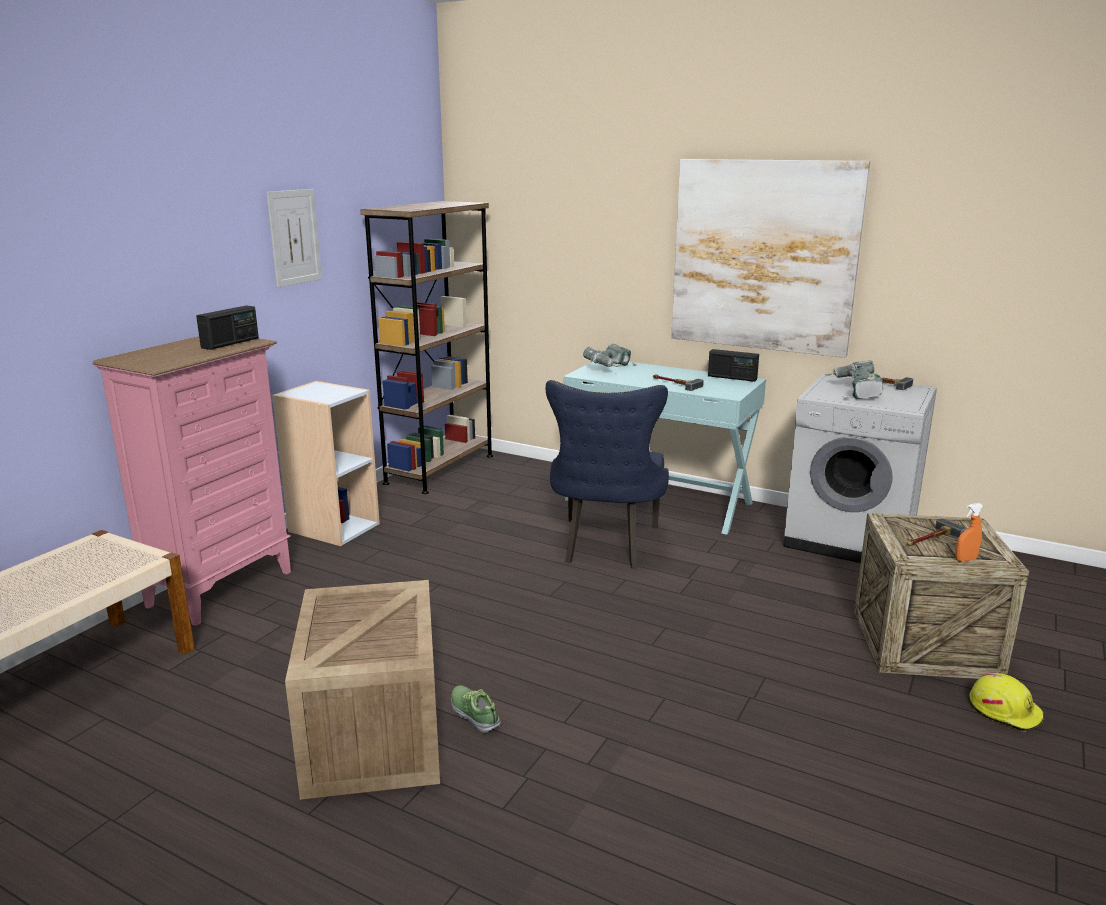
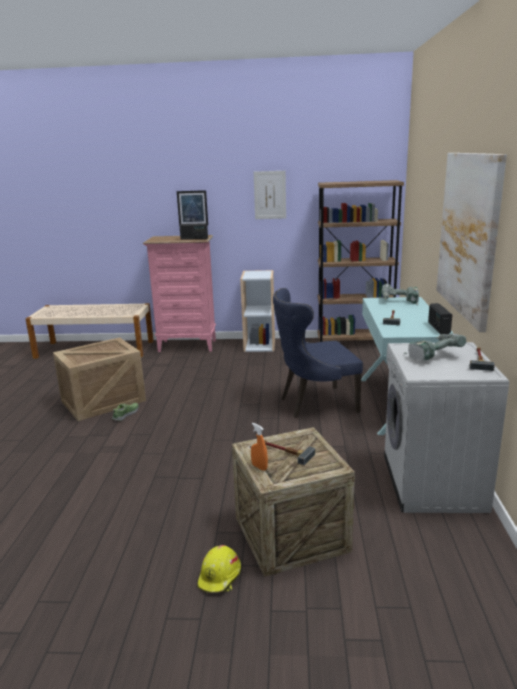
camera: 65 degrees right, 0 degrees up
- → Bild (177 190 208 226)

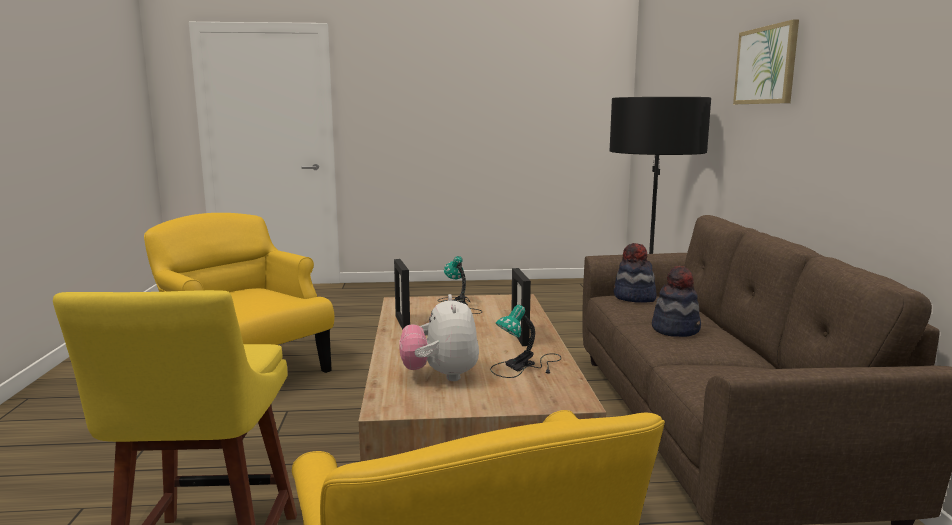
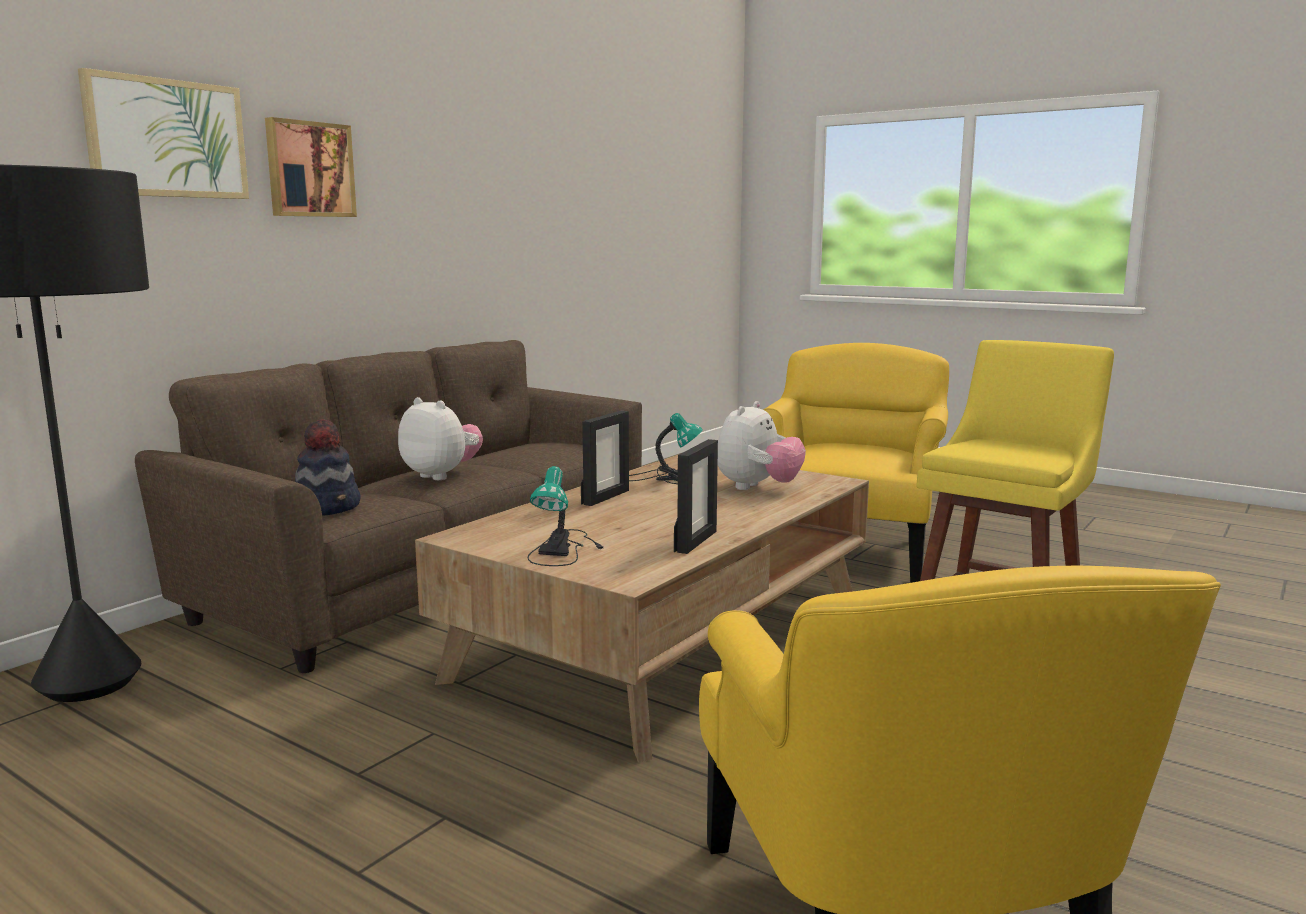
camera: 140 degrees left, 0 degrees up
Hut (652 266 701 337) → Plüschtier (398 397 483 480)
- → Bild (265 117 357 217)

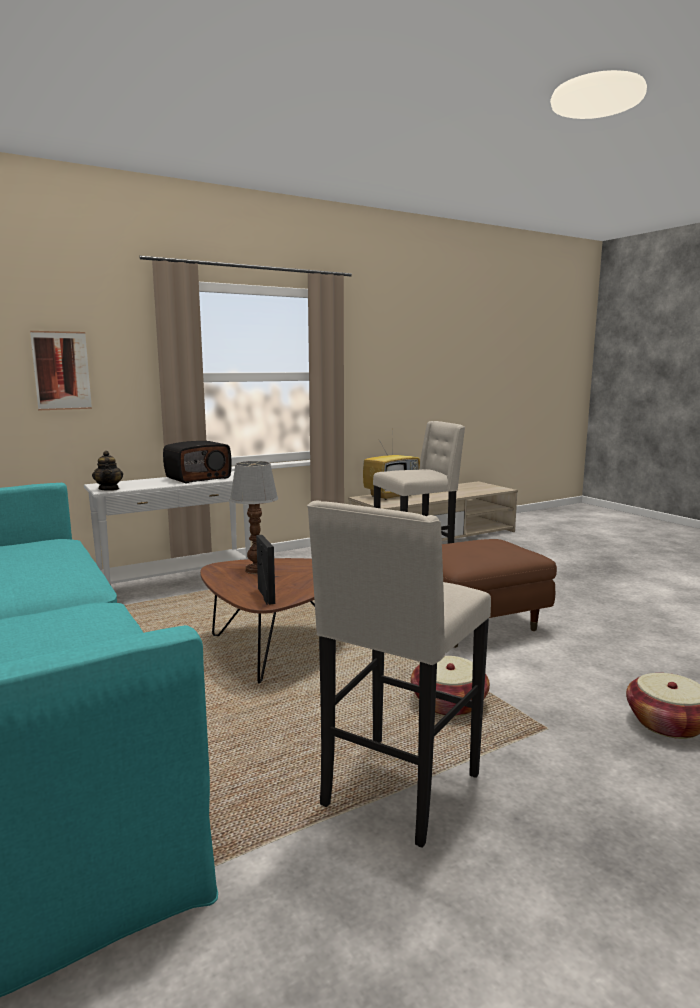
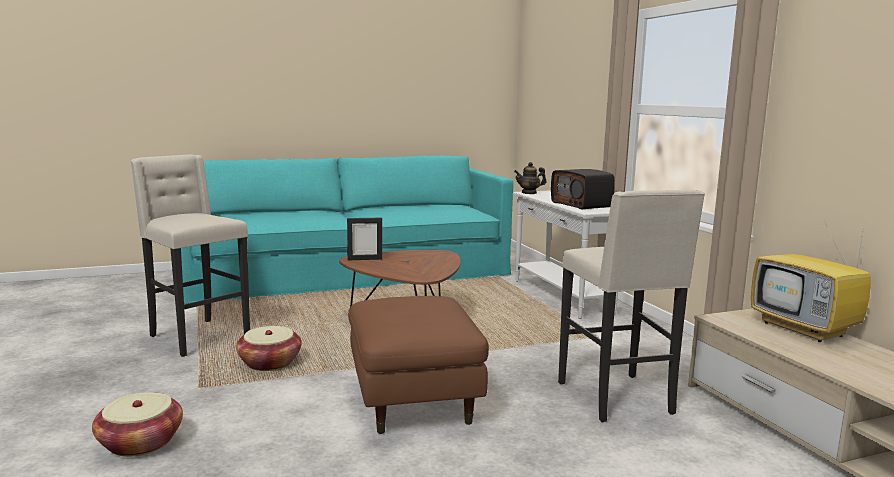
camera: 100 degrees right, 0 degrees up
Bild (30 331 92 410) → -
Tischlampe (230 461 278 574) → -

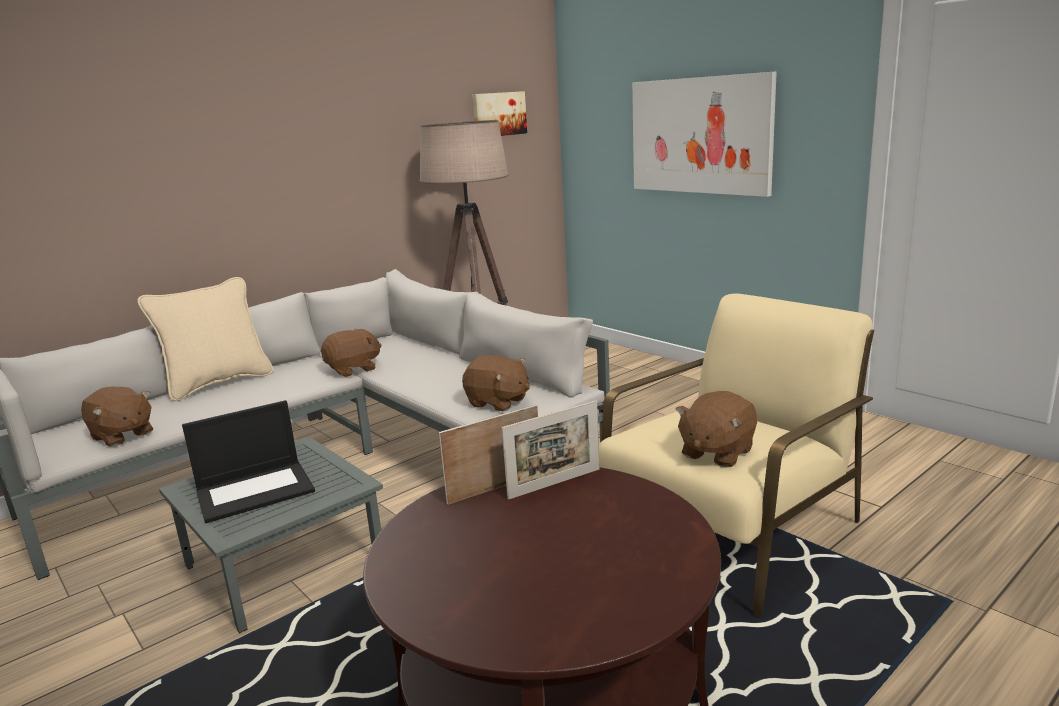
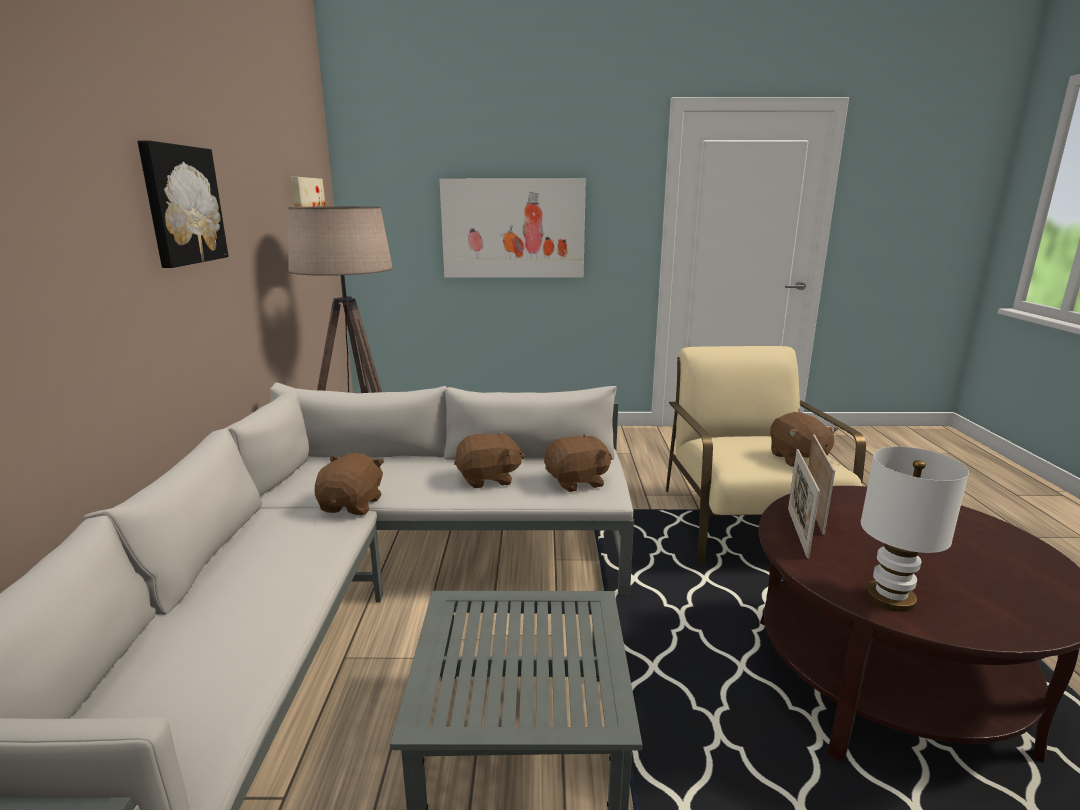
camera: 50 degrees left, 0 degrees up
Plüschtier (braun) (81 387 153 447) → Plüschtier (braun) (454 431 525 488), relocated
Kissen (beige) (137 277 273 401) → -
Laptop (182 400 315 523) → -
- → Bild (137 140 229 268)
- → Tischlampe (weiß) (861 447 969 612)

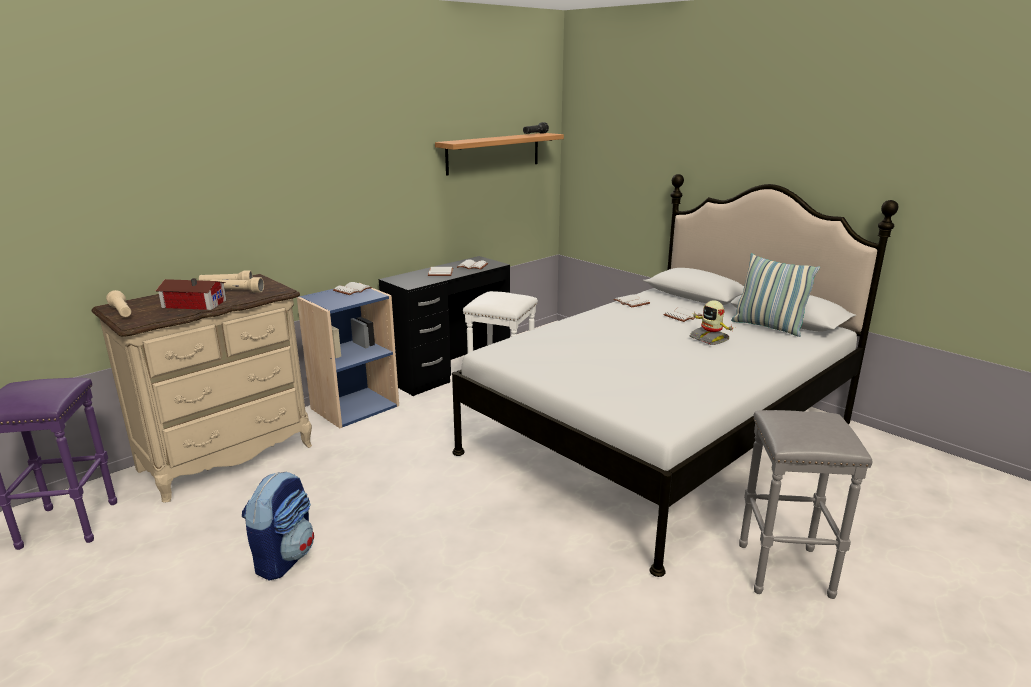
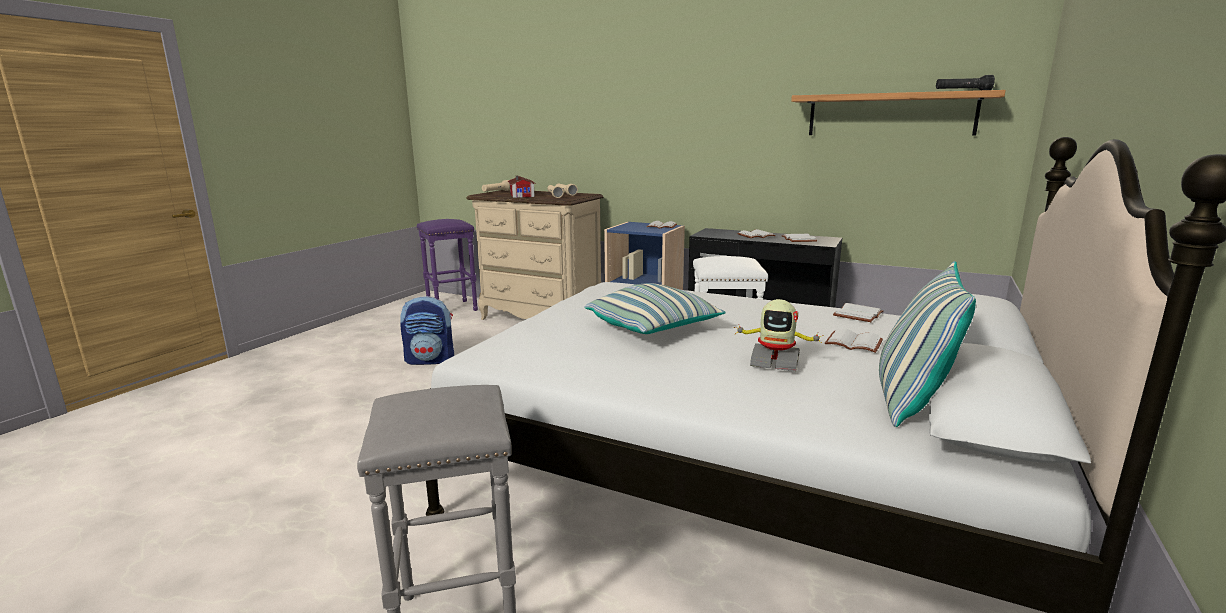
camera: 70 degrees right, 5 degrees down
Spielzeugroboter (690 300 733 345) → Spielzeugroboter (733 299 823 372), 105 degrees counterclockwise
- → Kissen (584 283 726 334)

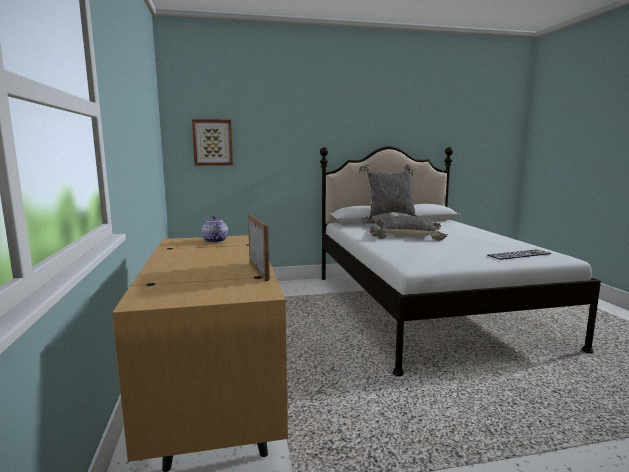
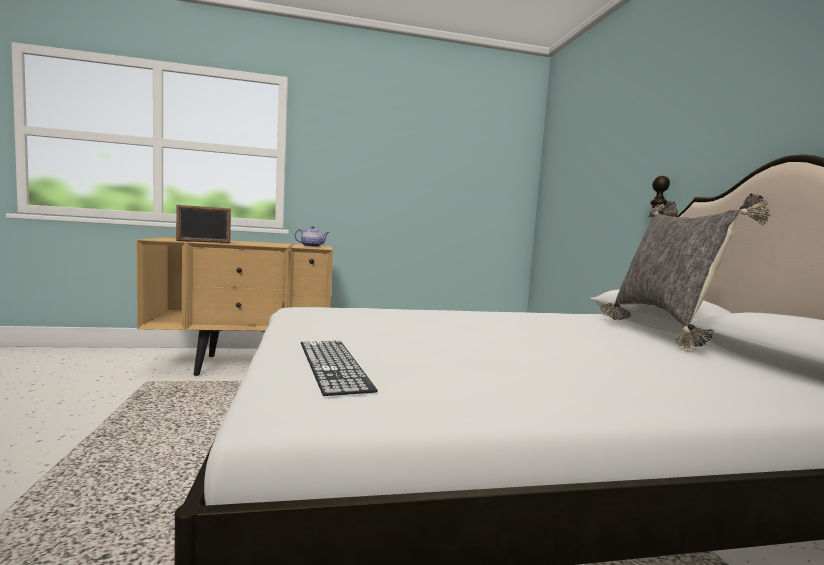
camera: 90 degrees right, 5 degrees down
Bild (192 119 233 166) → -
Kissen (370 216 447 241) → -

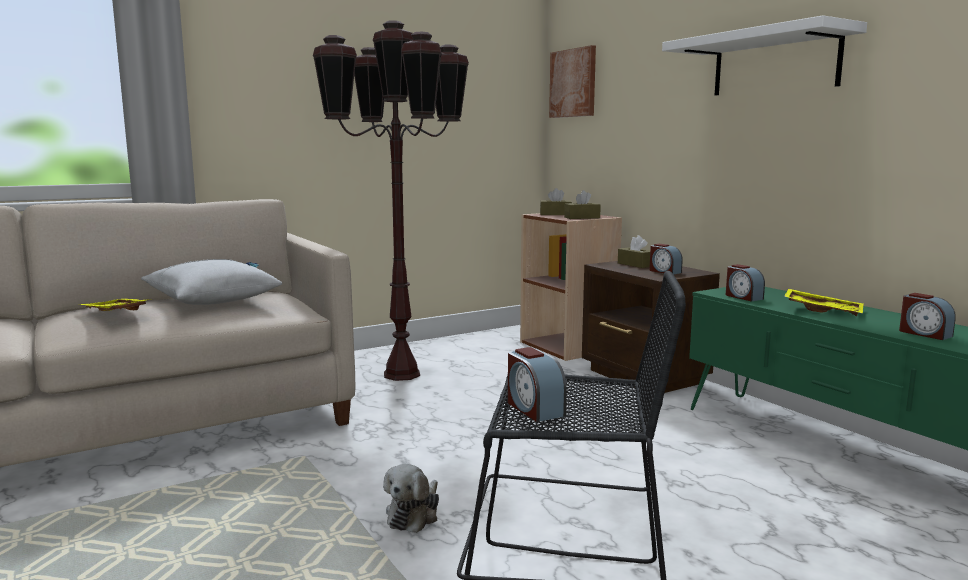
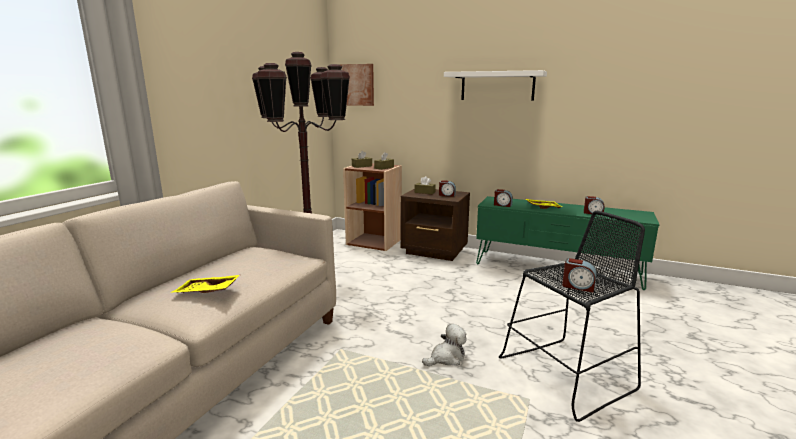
camera: 35 degrees left, 5 degrees up
Kissen (grau) (141 259 282 305) → -
Plüschtier (383 464 439 533) → Plüschtier (422 324 467 366), 105 degrees counterclockwise

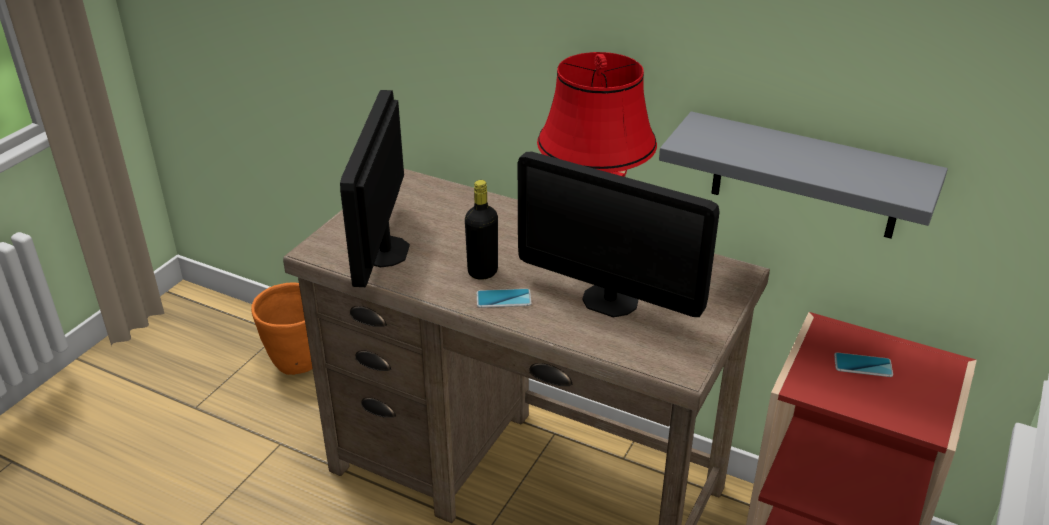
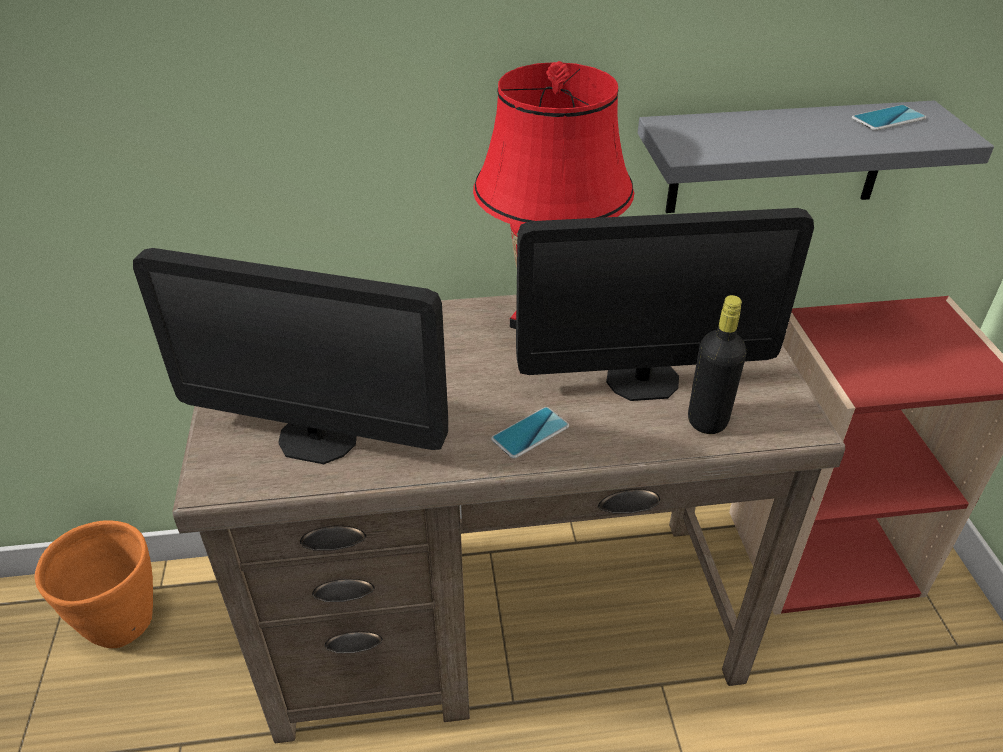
camera: 35 degrees left, 5 degrees up
Monitor (340 90 410 287) → Monitor (133 248 448 464), 45 degrees counterclockwise
Flasche (schwarz) (465 180 498 280) → Flasche (schwarz) (688 295 746 434), relocated
Handy (834 352 893 377) → Handy (852 105 926 131), relocated

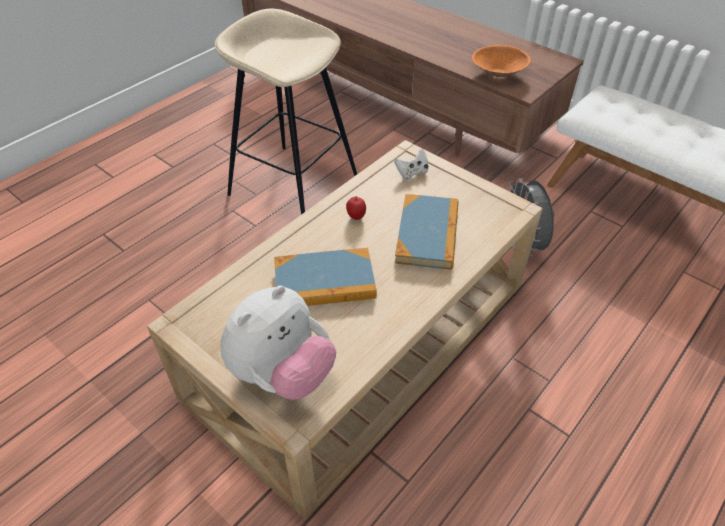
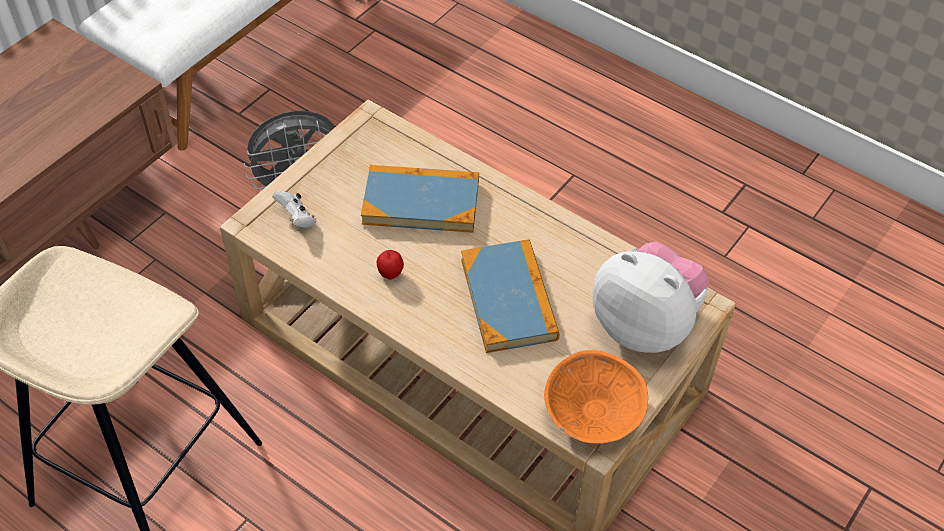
camera: 95 degrees left, 5 degrees up
Schüssel (orange) (472 45 531 77) → Schüssel (orange) (544 350 648 444), relocated

